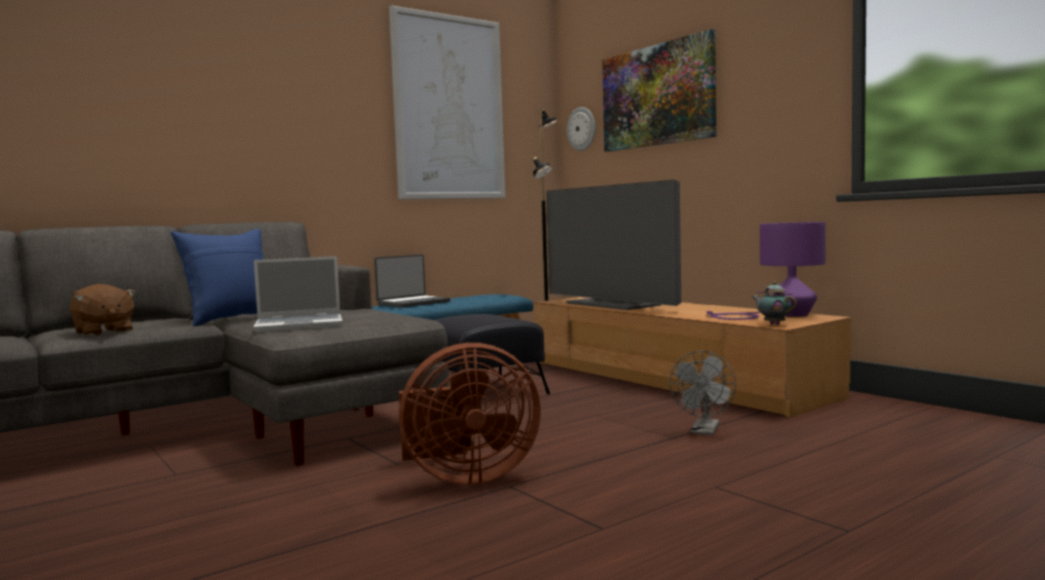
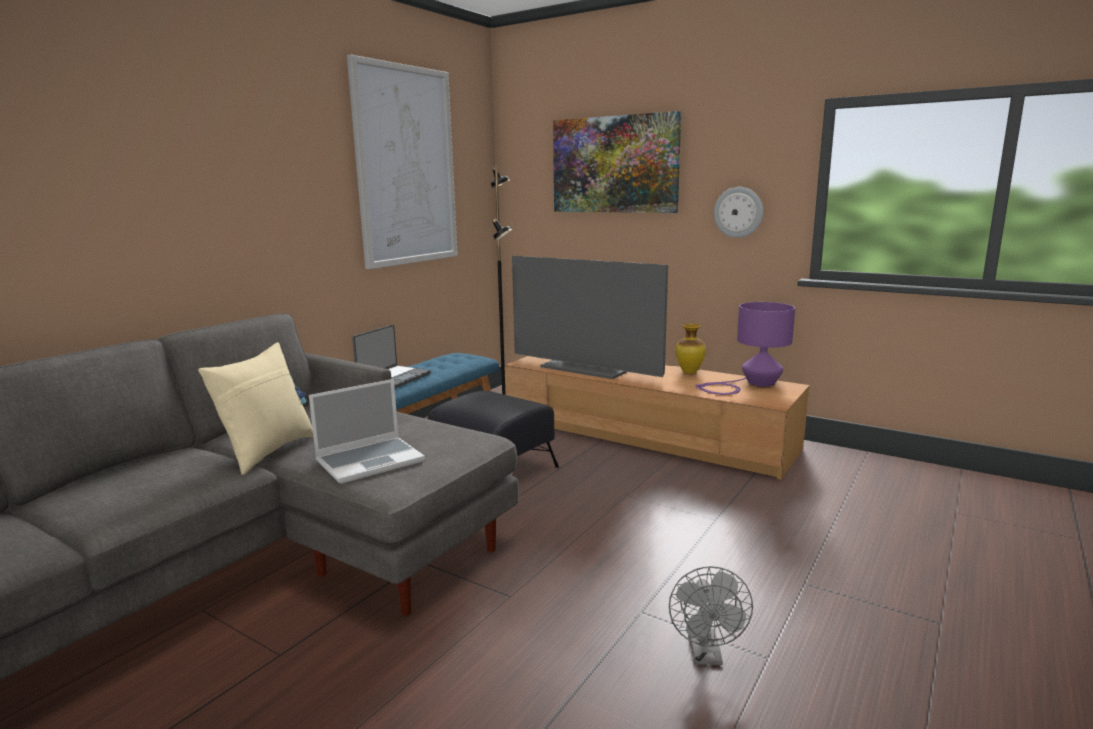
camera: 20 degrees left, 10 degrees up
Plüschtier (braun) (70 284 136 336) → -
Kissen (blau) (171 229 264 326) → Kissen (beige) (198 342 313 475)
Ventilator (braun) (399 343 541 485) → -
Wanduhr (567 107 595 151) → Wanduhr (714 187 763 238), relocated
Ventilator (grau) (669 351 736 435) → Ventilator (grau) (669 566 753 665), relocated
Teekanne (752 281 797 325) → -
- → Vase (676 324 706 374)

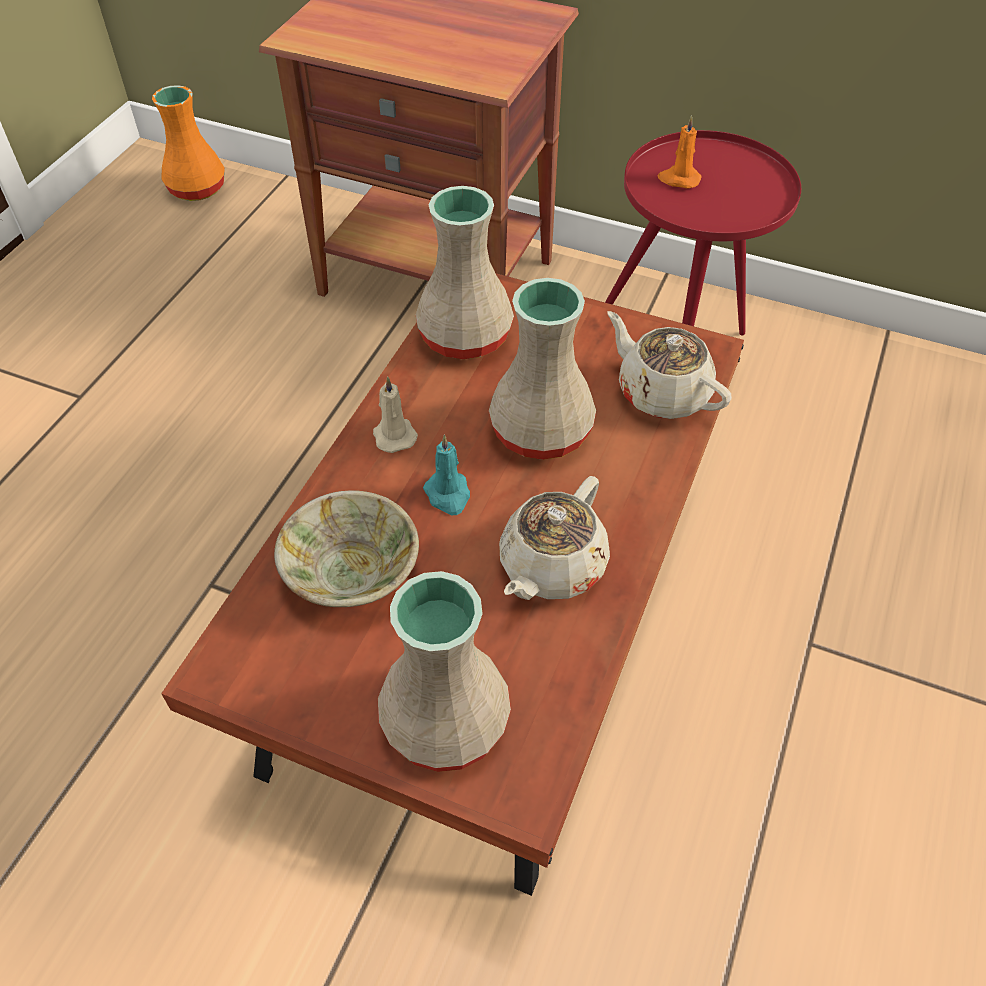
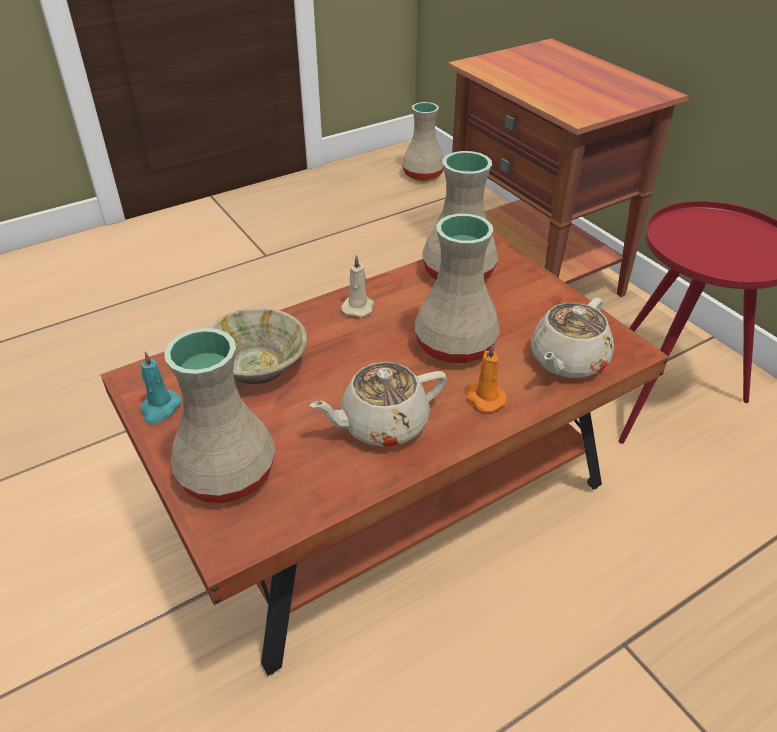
camera: 35 degrees right, 10 degrees down
Vase (orange) (152 85 225 201) → Vase (beige) (402 102 444 181)
Kerze (türkis) (423 434 470 515) → Kerze (türkis) (140 351 182 424), relocated
Teekanne (beige) (608 311 732 419) → Teekanne (beige) (530 298 614 378), 135 degrees counterclockwise
Kerze (orange) (657 115 702 189) → Kerze (orange) (466 343 507 412), relocated

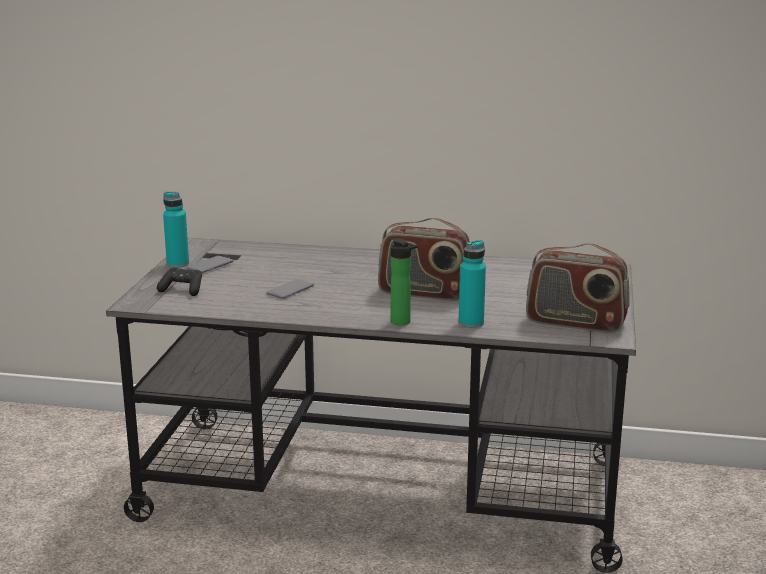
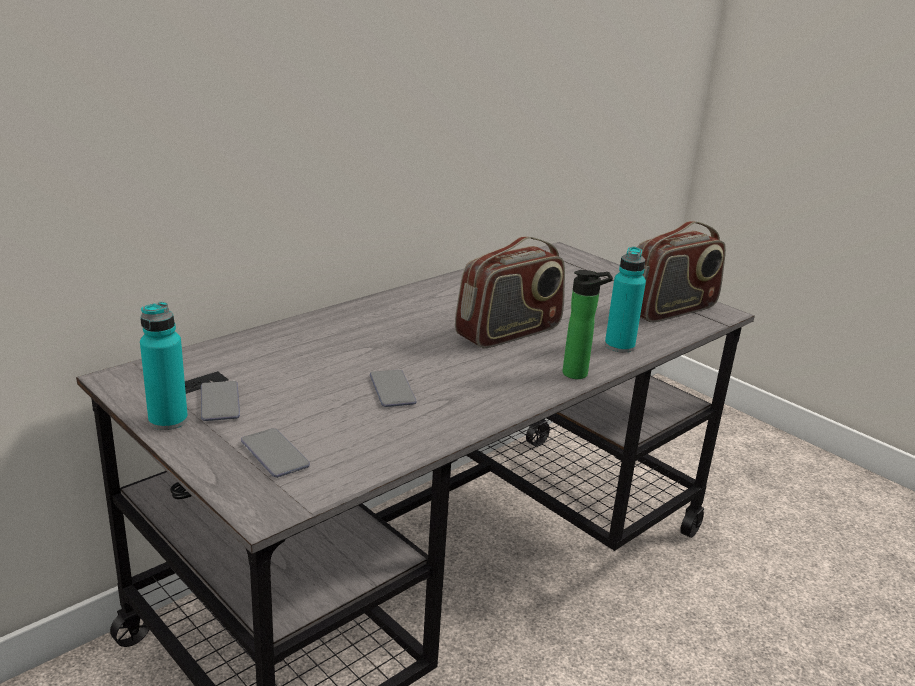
camera: 55 degrees left, 5 degrees up
Gamepad (schwarz) (157 267 202 296) → Handy (241 428 310 478)

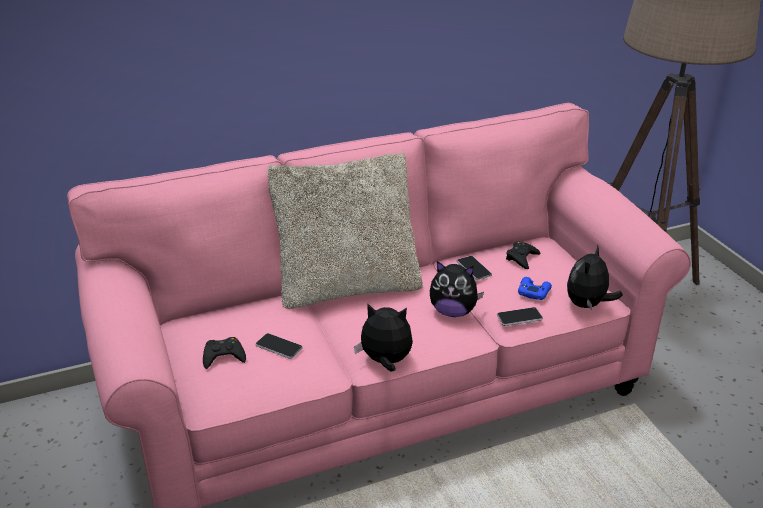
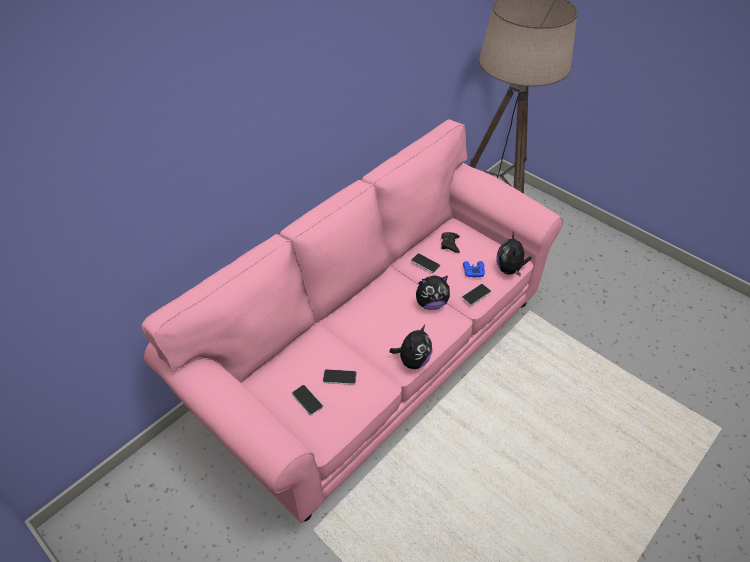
camera: 25 degrees left, 15 degrees up
Gamepad (schwarz) (203 337 246 369) → Handy (292 385 323 415)
Kissen (beige) (267 153 423 309) → -
Plüschtier (354 304 413 371) → Plüschtier (389 325 432 369), 135 degrees clockwise

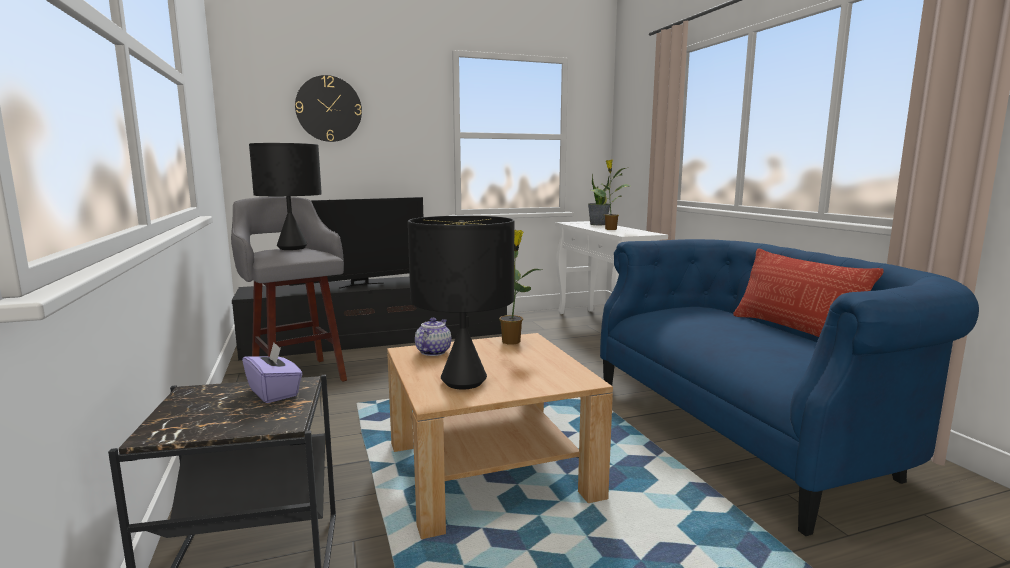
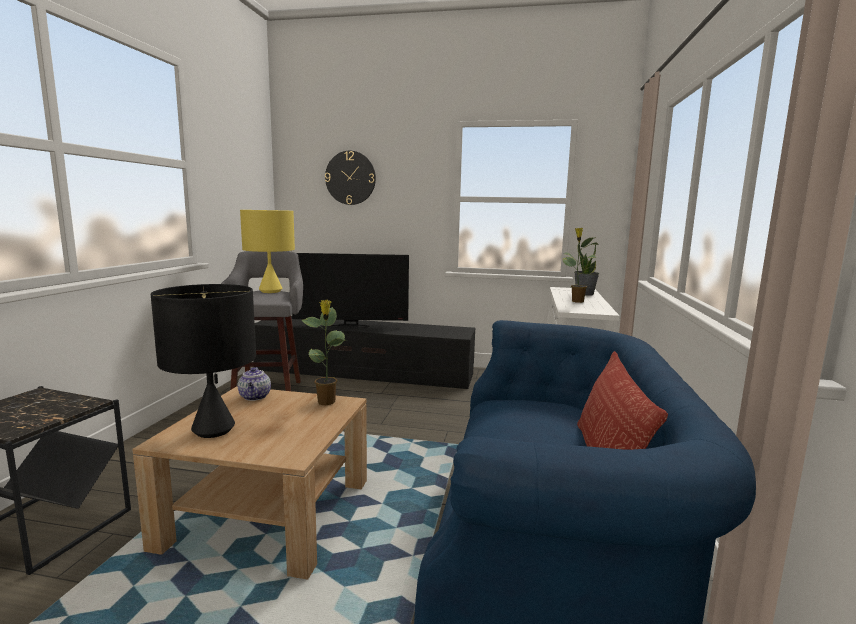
camera: 30 degrees right, 0 degrees up
Taschentuchbox (lila) (242 343 303 403) → -
Tischlampe (schwarz) (249 143 322 250) → Tischlampe (gelb) (240 210 295 293)
Teekanne (415 318 451 356) → Teekanne (238 367 271 401), 120 degrees clockwise

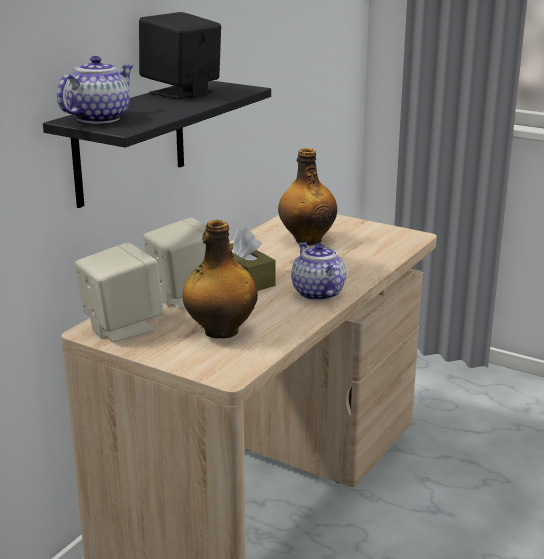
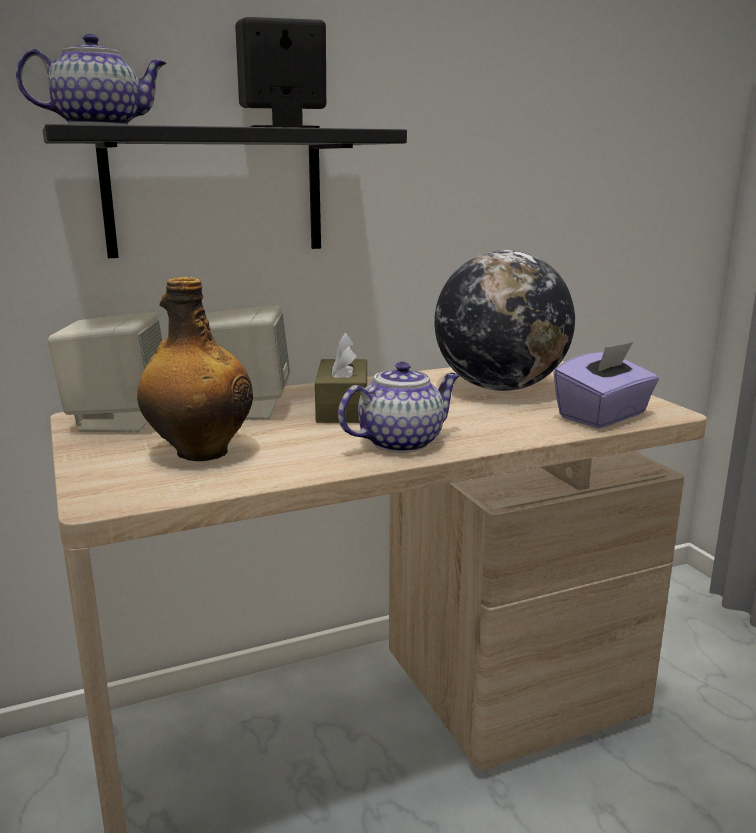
camera: 35 degrees right, 5 degrees down
Flasche (278 148 337 245) → Globus (434 250 575 391)
Teekanne (291 242 346 301) → Teekanne (338 361 460 453), 45 degrees clockwise
- → Taschentuchbox (lila) (553 342 659 428)

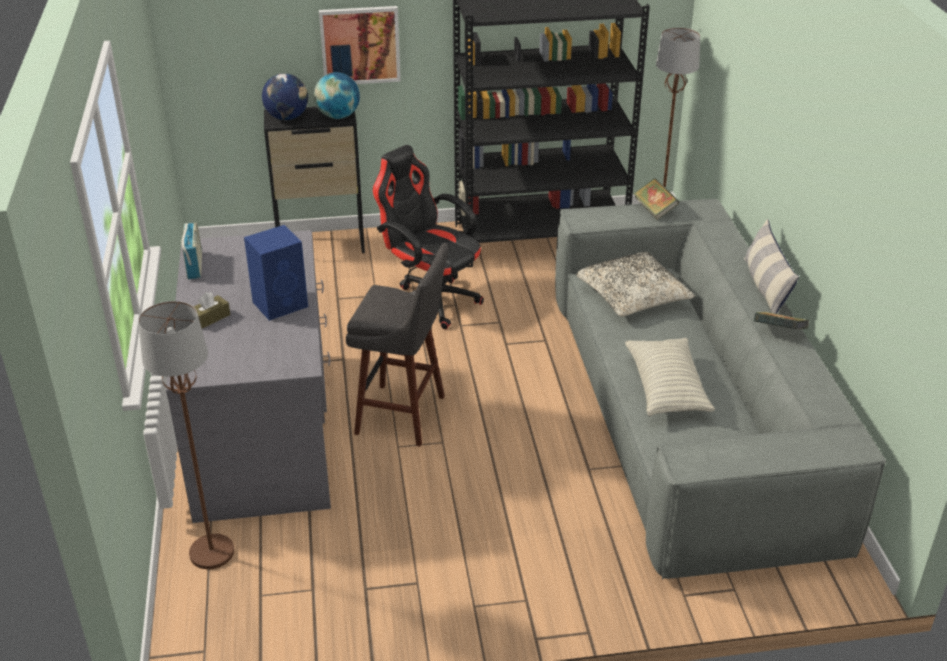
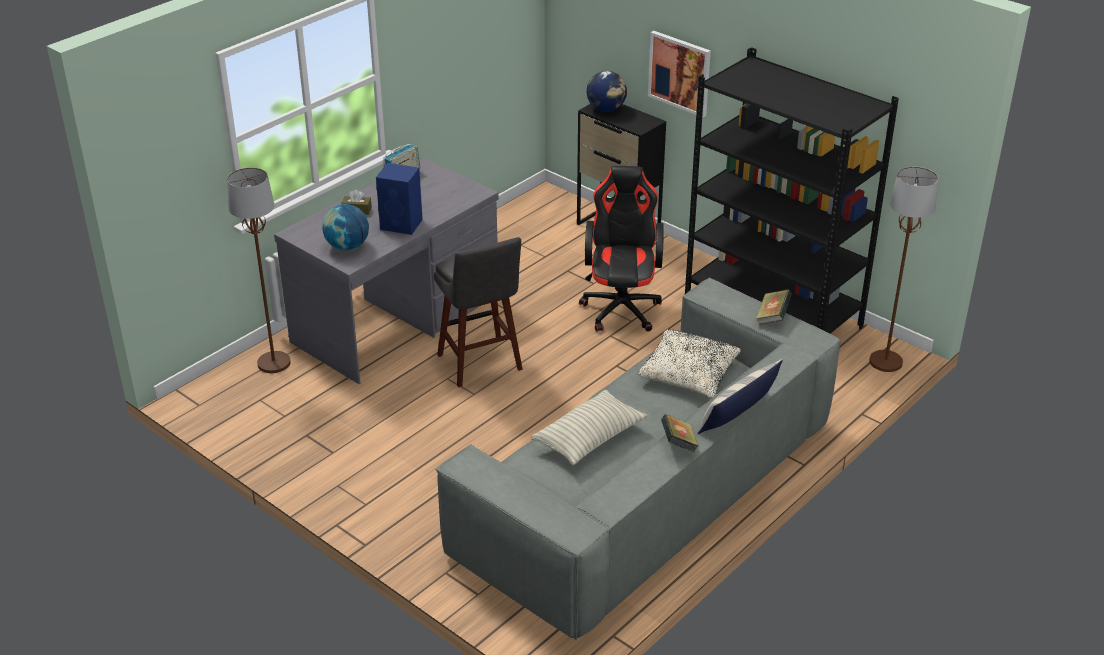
camera: 50 degrees right, 0 degrees up
Globus (314 72 360 119) → Globus (322 204 369 250), relocated

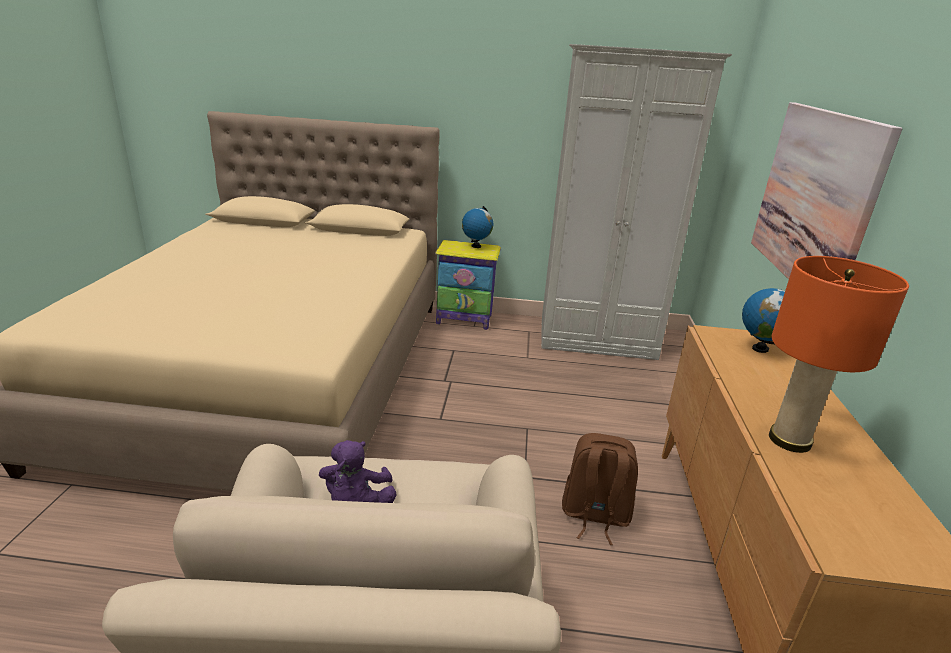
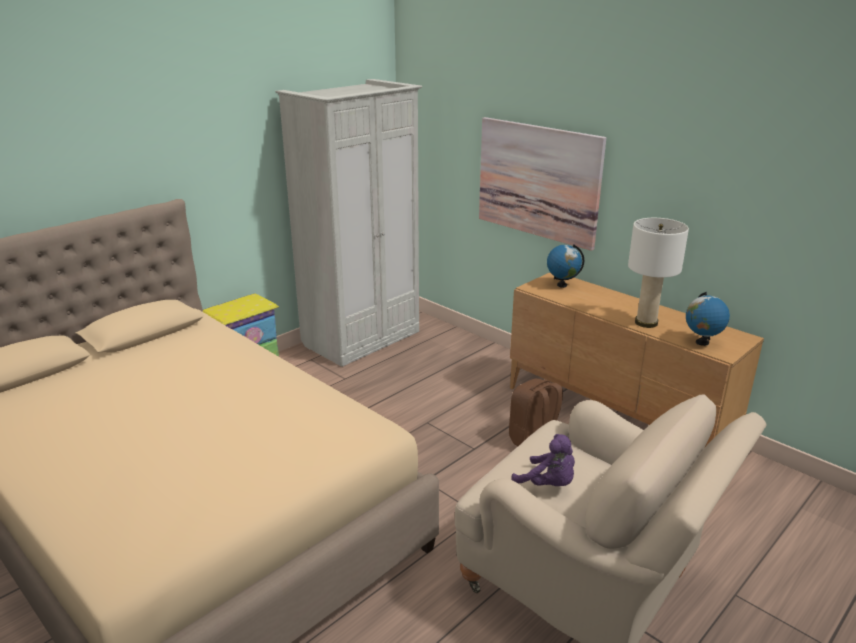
camera: 50 degrees left, 0 degrees up
Globus (462 206 493 248) → Globus (686 292 730 346), relocated
Tischlampe (orange) (769 256 909 453) → Tischlampe (weiß) (628 218 689 328)

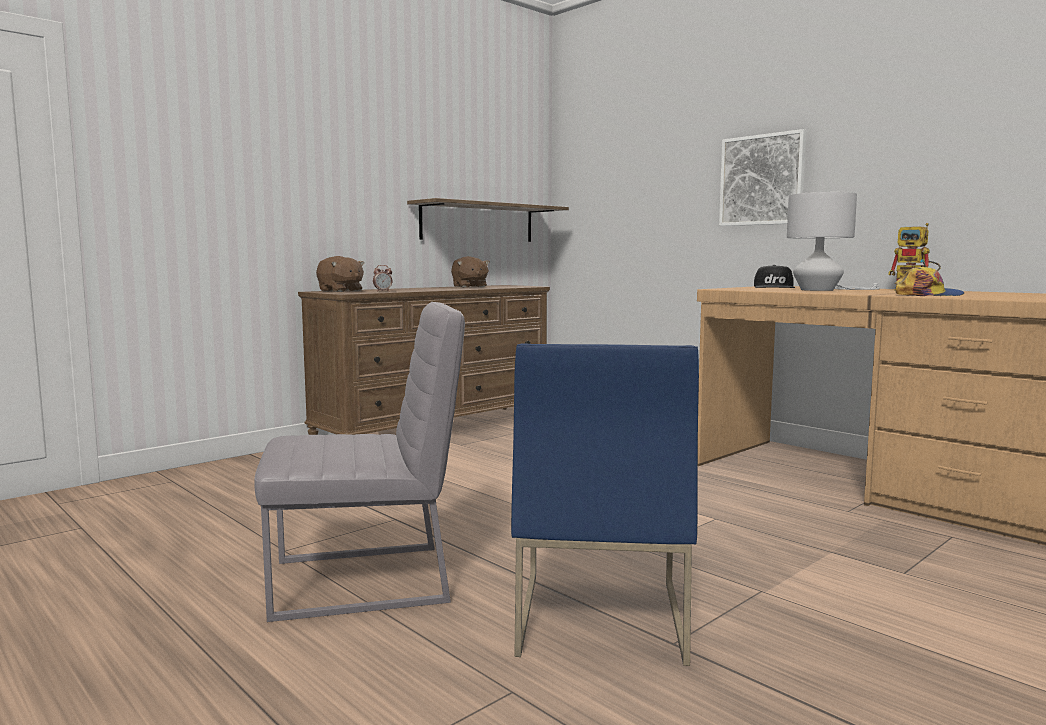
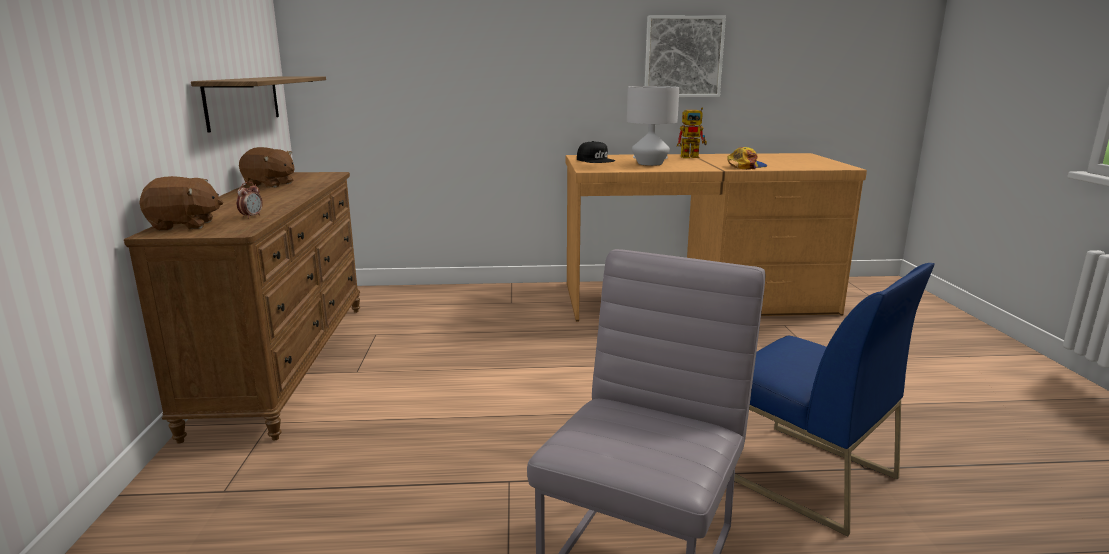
camera: 50 degrees left, 10 degrees up
Bild (719 129 807 226) → Bild (645 15 726 97), relocated

